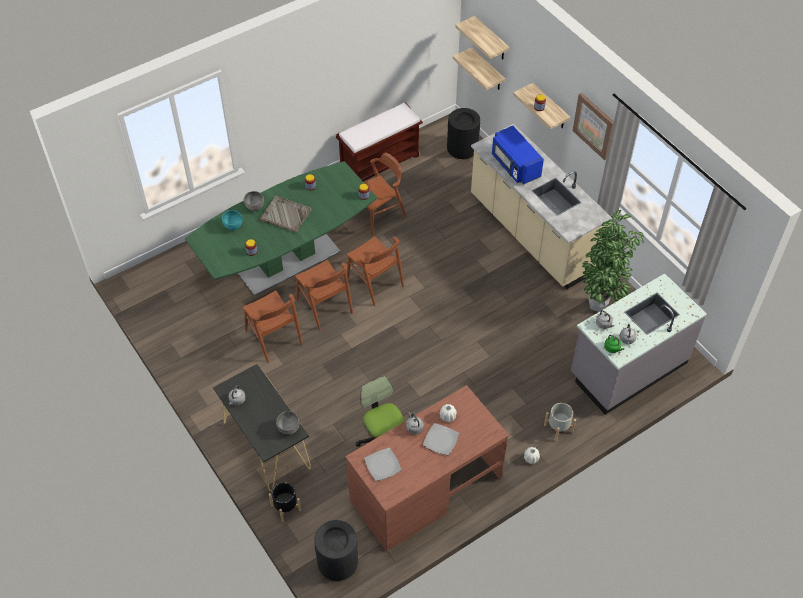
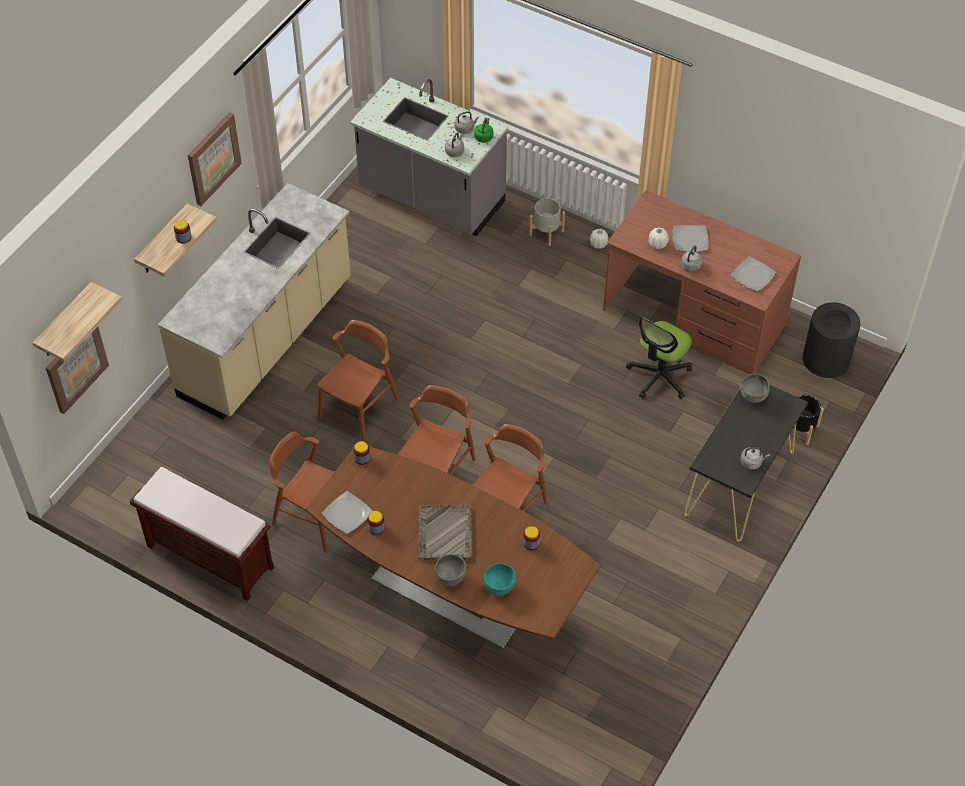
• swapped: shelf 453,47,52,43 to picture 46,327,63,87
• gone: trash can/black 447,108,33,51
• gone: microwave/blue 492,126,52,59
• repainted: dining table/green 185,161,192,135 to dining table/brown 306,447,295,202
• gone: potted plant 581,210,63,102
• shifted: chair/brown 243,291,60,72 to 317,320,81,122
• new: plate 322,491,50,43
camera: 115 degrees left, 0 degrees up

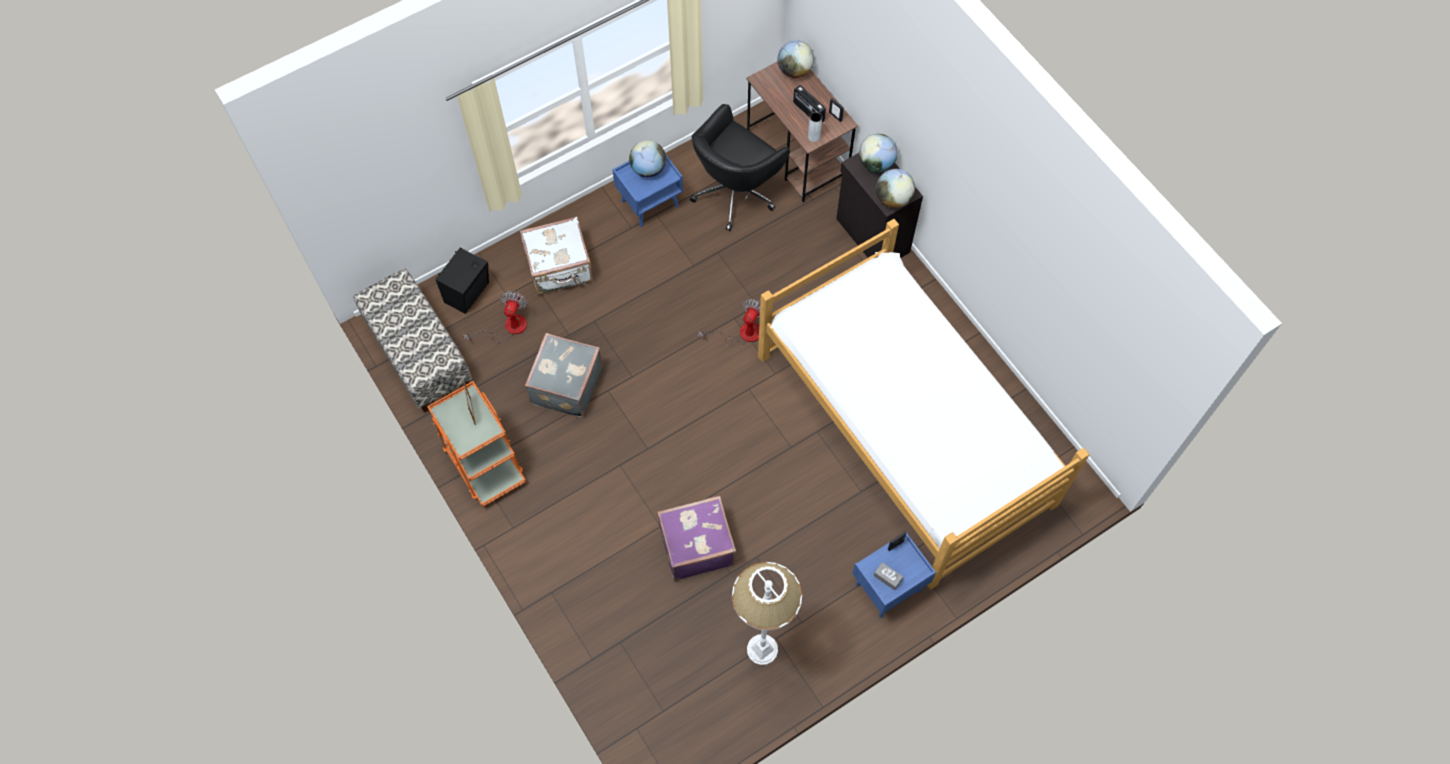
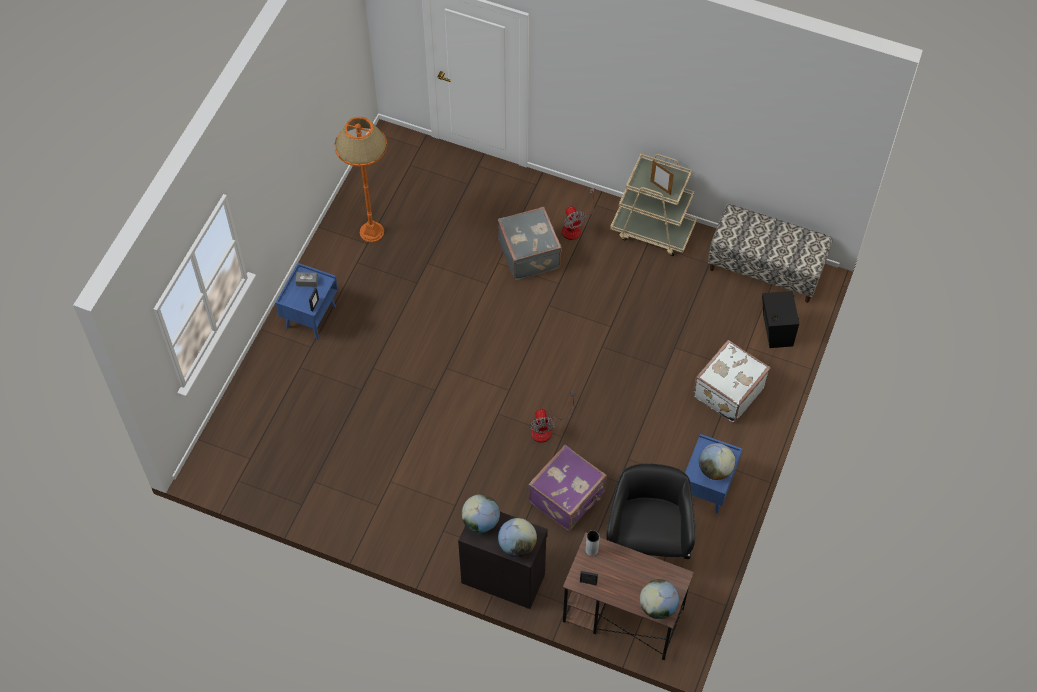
• gone: radio 793,85,33,37
• gone: bed 758,219,332,370
• shifted: fan 463,291,65,52 to 562,188,32,52
• shifted: suitcase/grey 525,333,77,85 to 498,207,64,73
• repainted: cart/orange 427,381,99,126 to cart/beige 610,154,87,102
• shifted: suitcase/purple 657,496,79,85 to 528,445,79,86
• repainted: floor lamp/white 732,562,70,103 to floor lamp/orange 334,117,53,125
camera: 145 degrees right, 5 degrees down

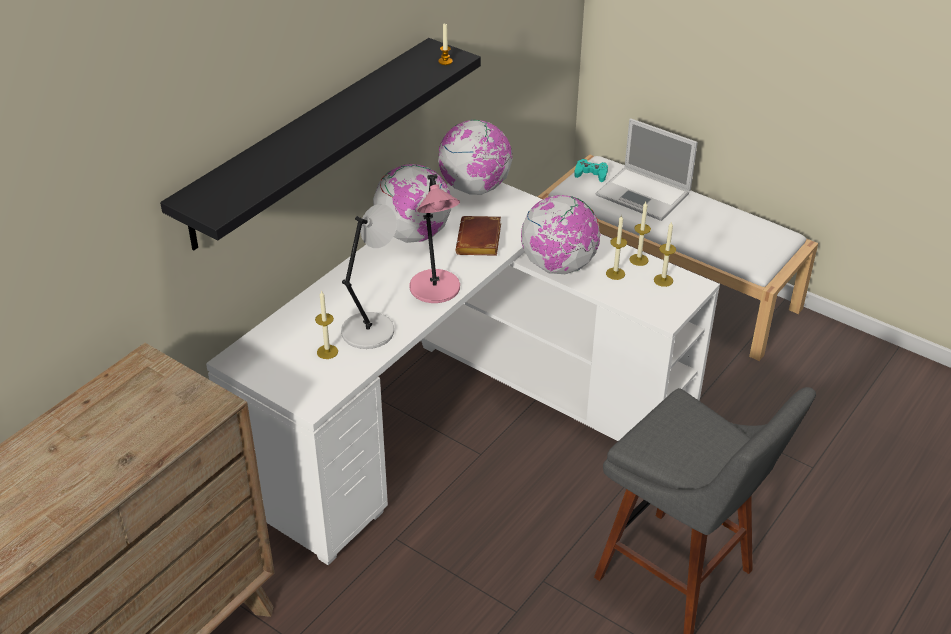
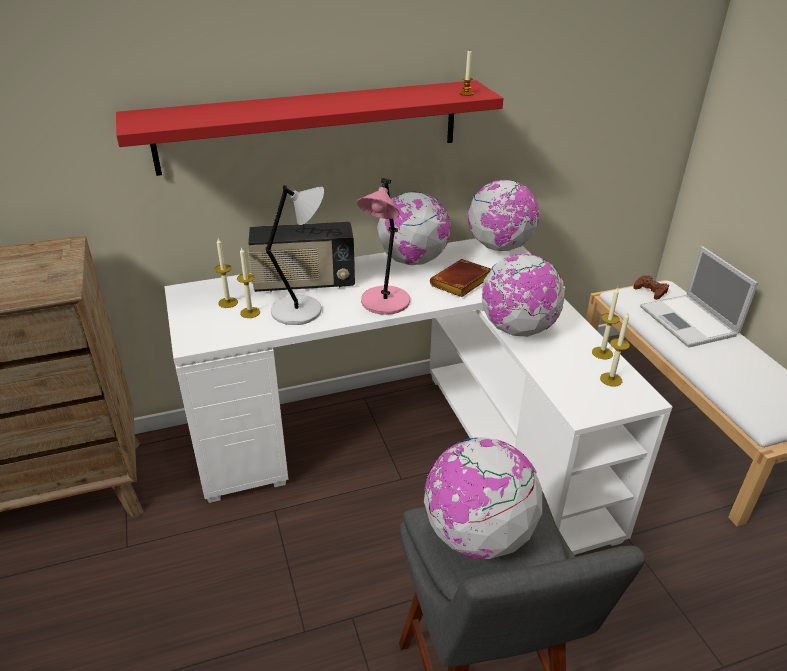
• repainted: shelf/black 160,38,321,212 to shelf/red 116,80,387,96
• repainted: game controller/turquoise 574,159,34,23 to game controller/brown 633,275,36,25
• shifted: candle 606,215,21,65 to 214,238,24,70
• new: radio 248,222,107,70
• new: globe 424,437,118,122
camera: 35 degrees right, 5 degrees down

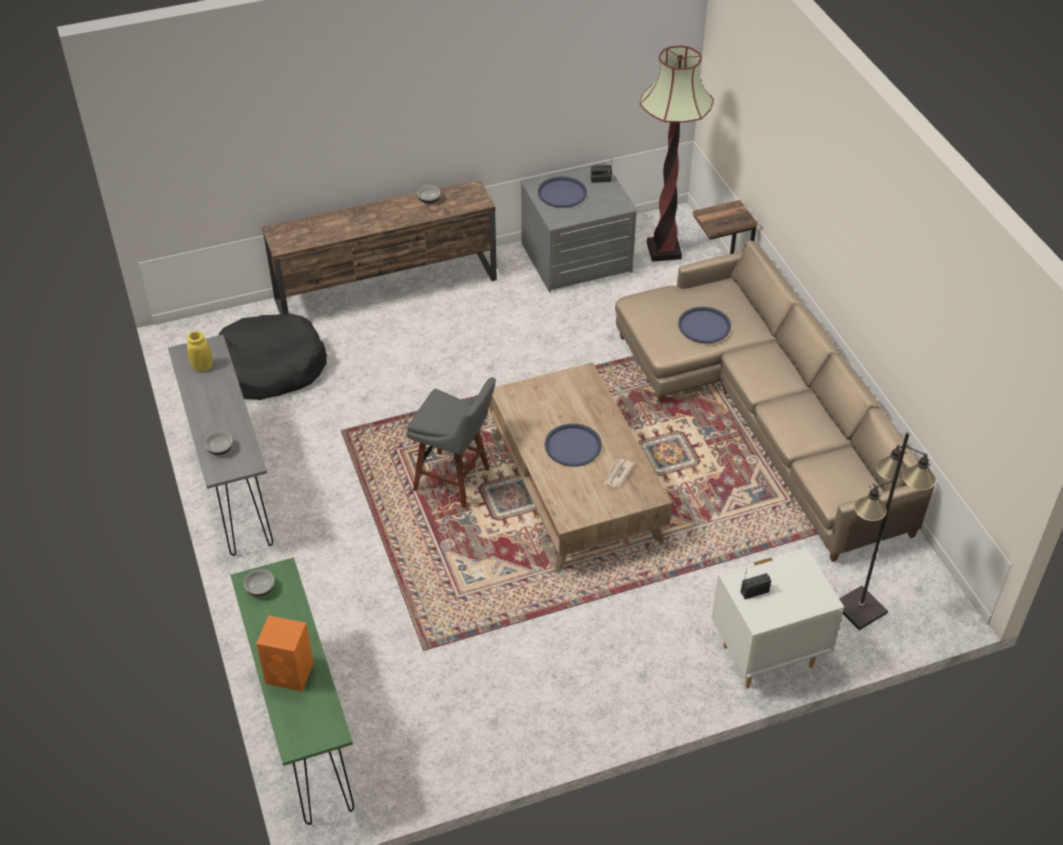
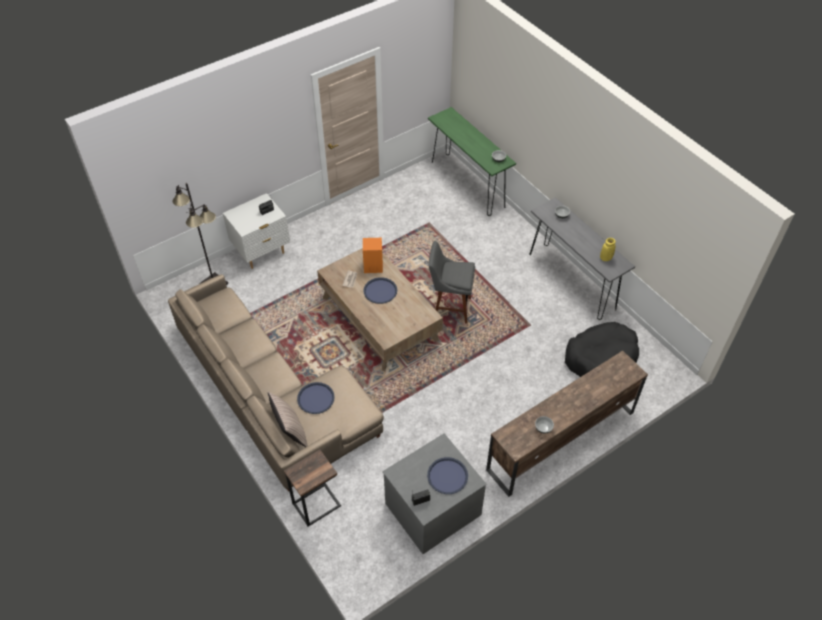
• gone: floor lamp 640,46,73,216
• shifted: speaker/orange 256,615,58,76 to 363,238,20,35
• new: pillow 268,391,40,56
camera: 165 degrees right, 5 degrees up

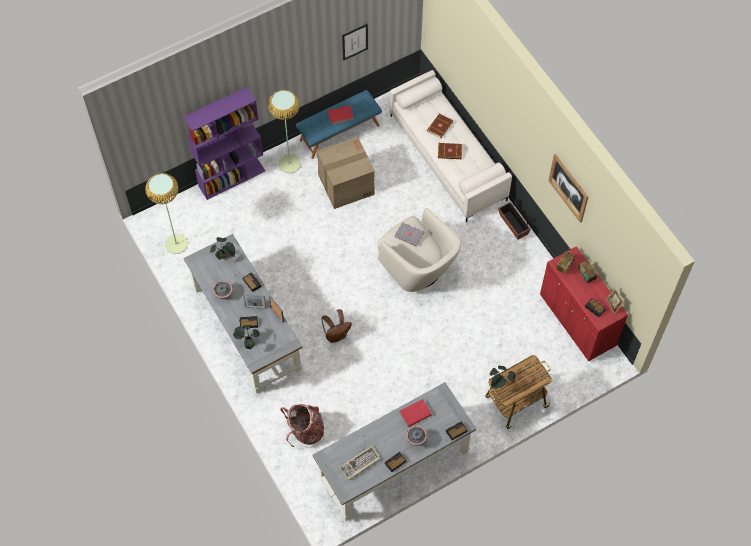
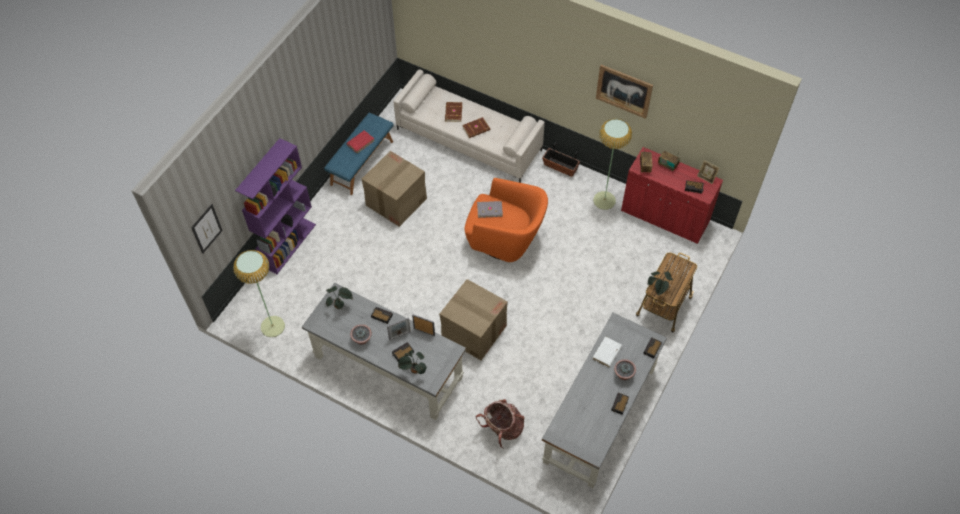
• shifted: picture 342,23,26,38 to 191,204,32,50
• shifted: floor lamp 268,90,33,83 to 593,119,39,91
• repainted: armchair/beige 377,208,84,84 to armchair/orange 465,178,83,84
• swapped: backpack/brown 321,309,31,34 to cardboard box 439,279,69,81
• repainted: book/red 400,399,32,28 to book/white 593,336,29,31
• gone: keyboard 339,446,41,34
camera: 30 degrees left, 5 degrees down

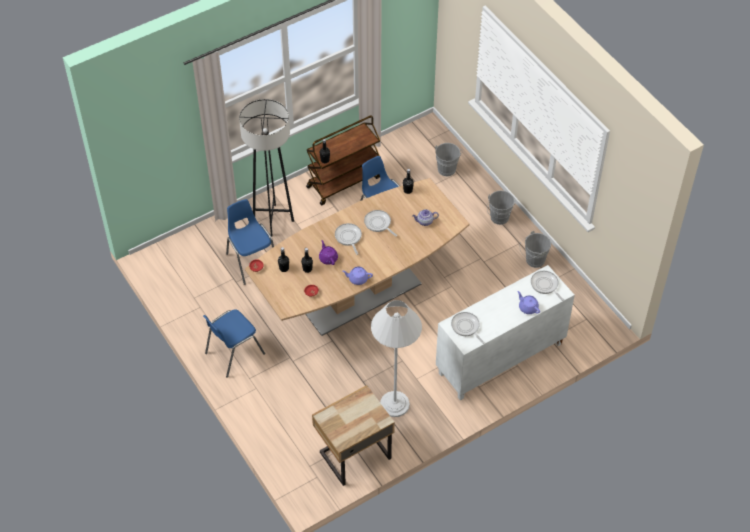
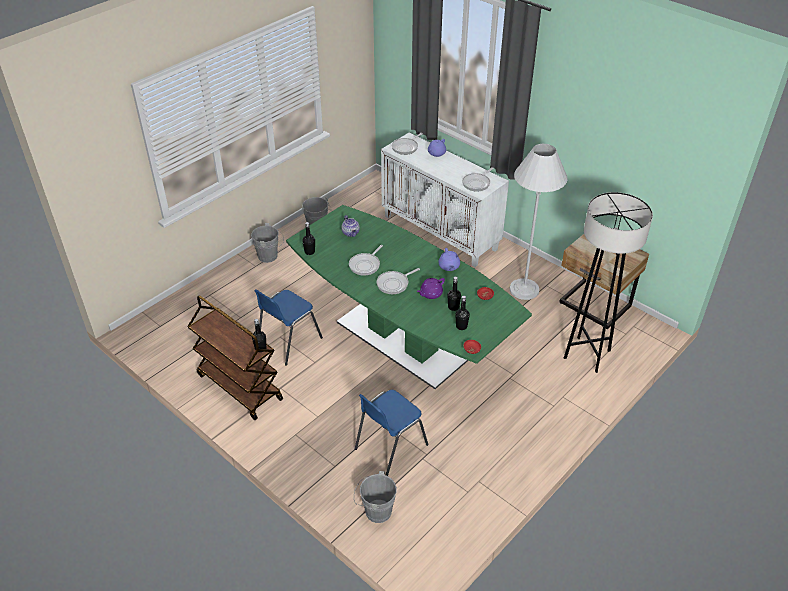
• shifted: floor lamp/grey 239,99,55,138 to 564,192,89,181
• shifted: bucket/grey 435,143,28,33 to 354,471,43,52
• repainted: dining table/brown 245,178,224,158 to dining table/green 286,205,246,184
• gone: chair/blue 203,309,62,69
camera: 105 degrees left, 10 degrees down

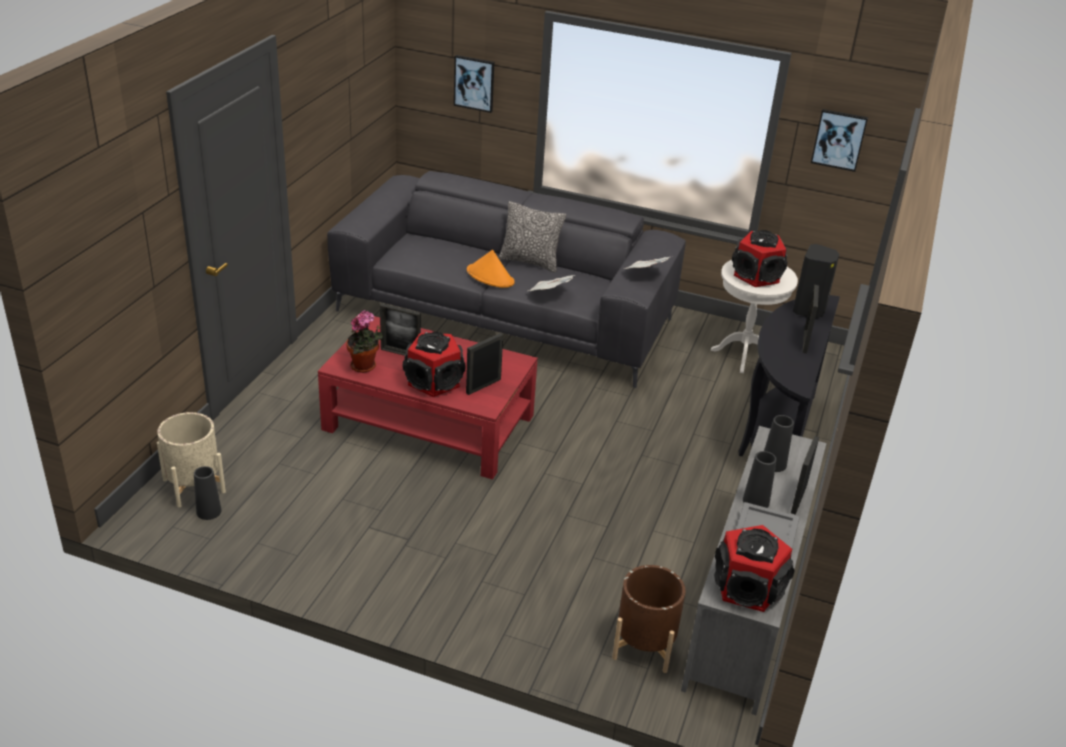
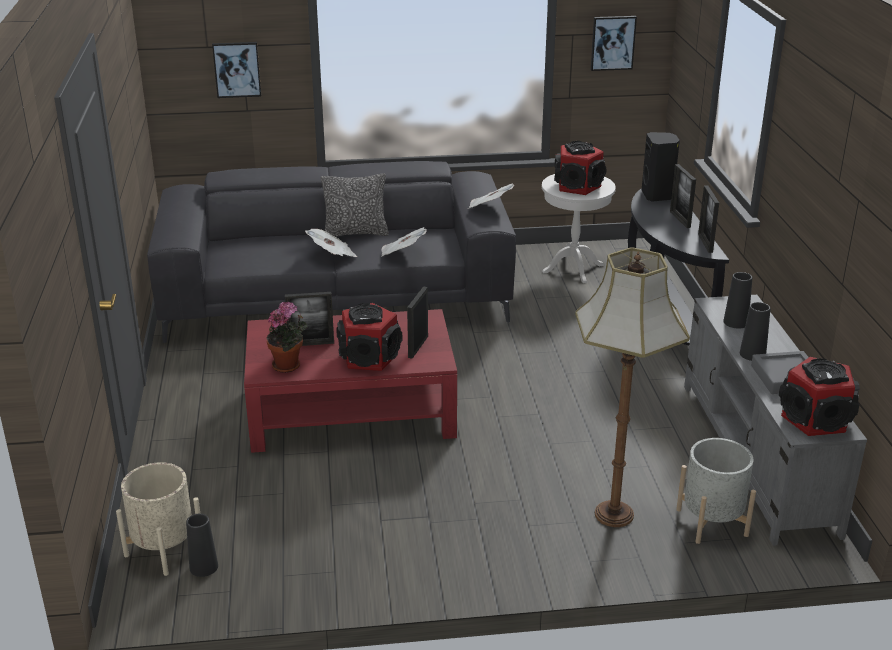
• swapped: hat/orange 467,250,47,38 to newspaper 305,229,52,28
• shifted: picture frame 791,436,28,79 to 698,186,21,67
• repainted: planter/brown 612,565,74,108 to planter/grey 676,438,80,106
• new: floor lamp 575,247,115,280
camera: 25 degrees left, 5 degrees down

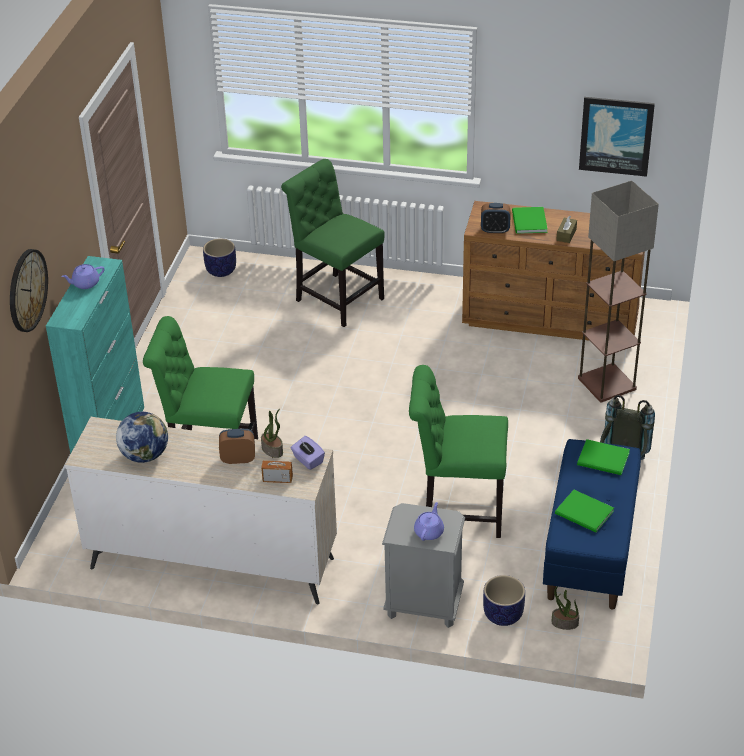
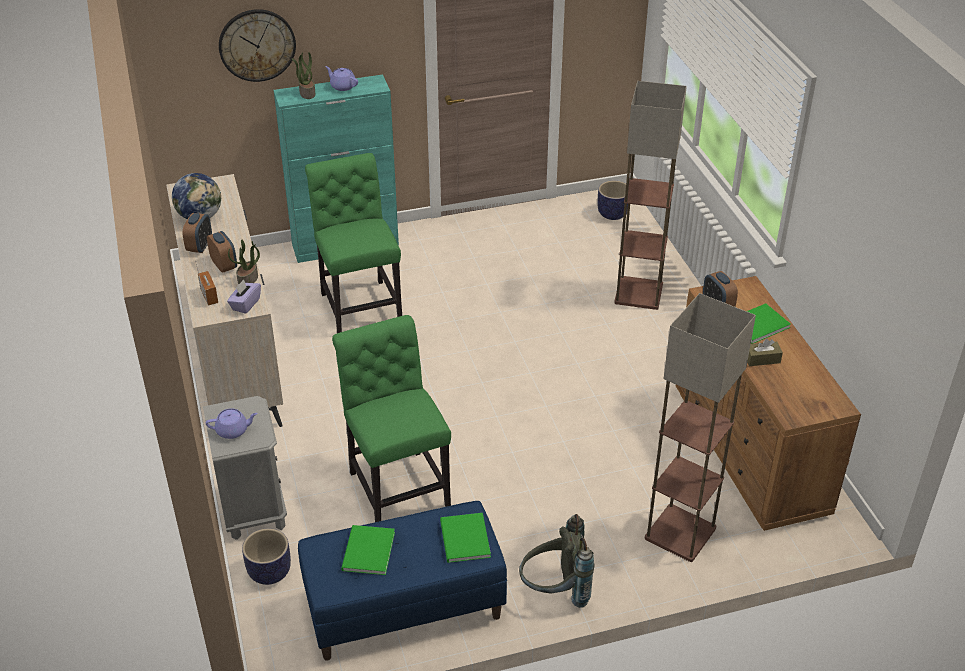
• gone: picture 579,97,76,80
• swapped: chair/green 281,159,103,168 to floor lamp 614,81,73,229
• shifted: potted plant 551,587,28,43 to 292,52,24,47
• new: alarm clock 182,213,30,40
camera: 60 degrees right, 0 degrees up

